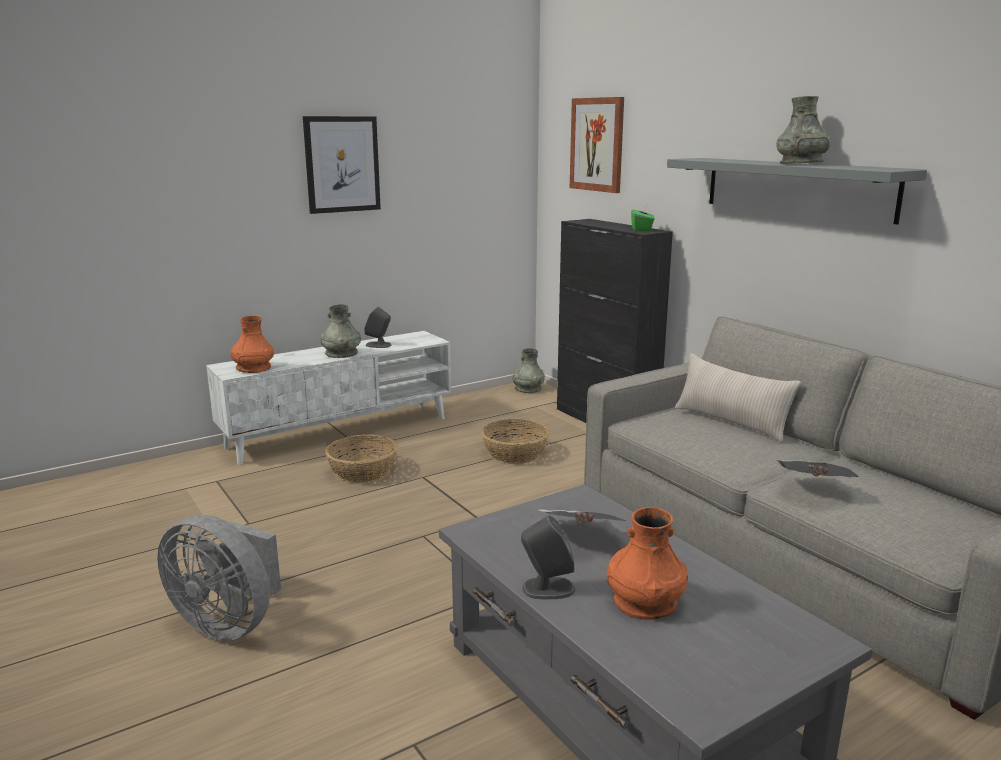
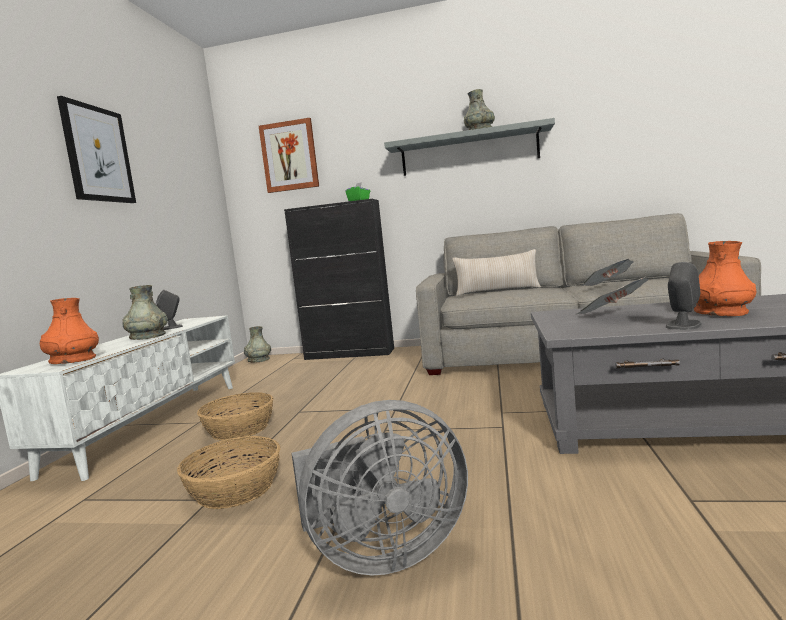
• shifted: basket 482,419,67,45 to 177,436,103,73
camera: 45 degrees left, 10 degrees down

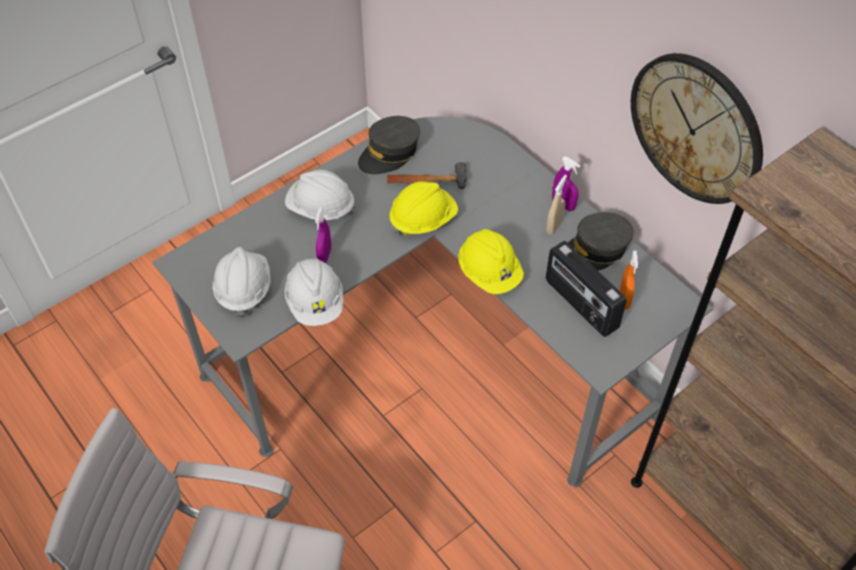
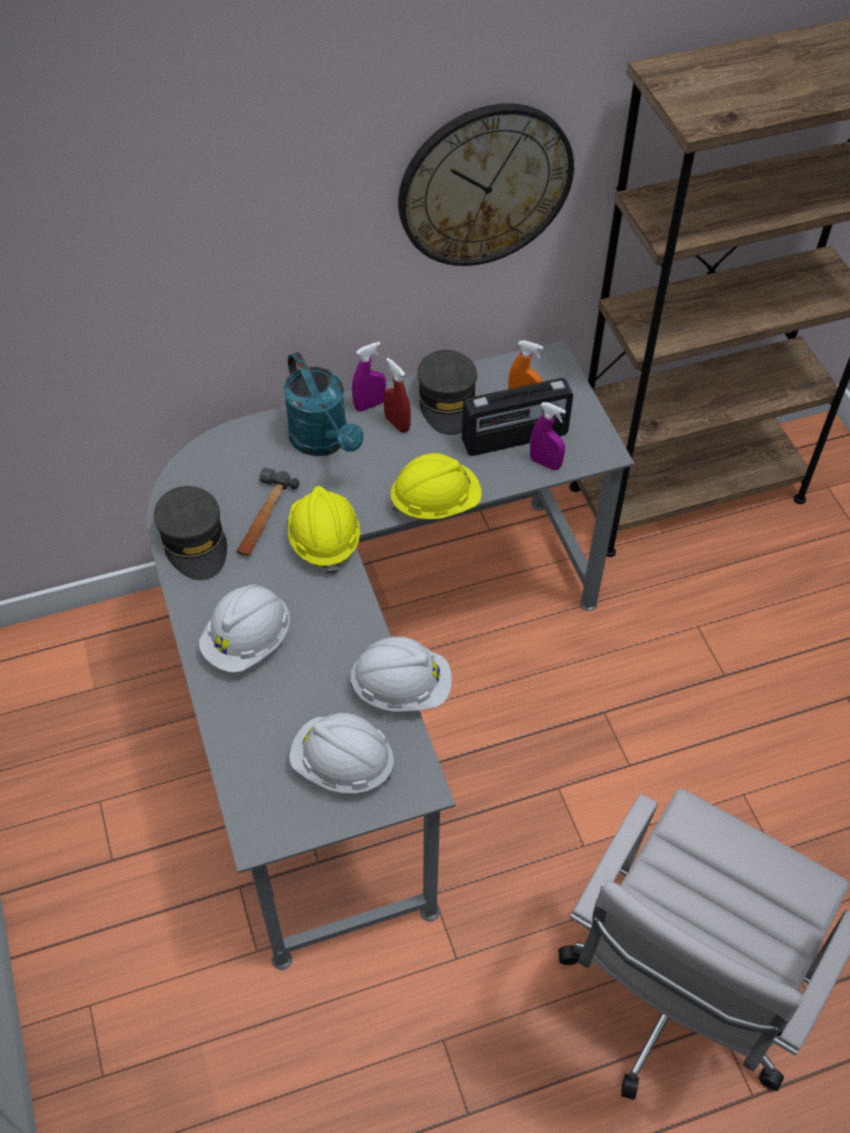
• repainted: spray bottle/beige 546,175,21,60 to spray bottle/red 383,358,28,75
• shifted: spray bottle/purple 315,207,16,57 to 530,402,36,68
• new: watering can/turquoise 283,352,81,104
camera: 70 degrees left, 0 degrees up

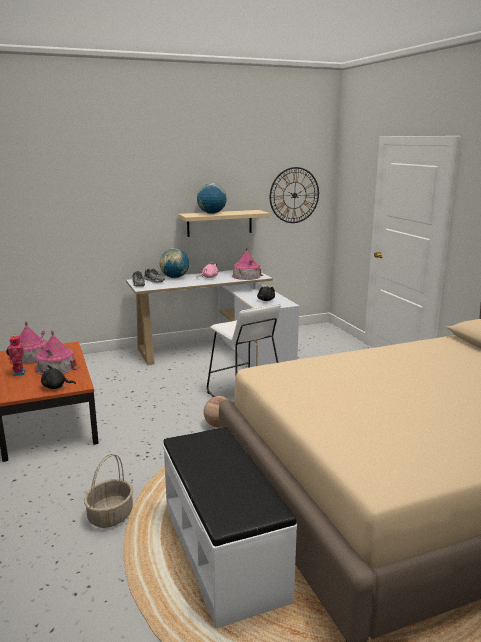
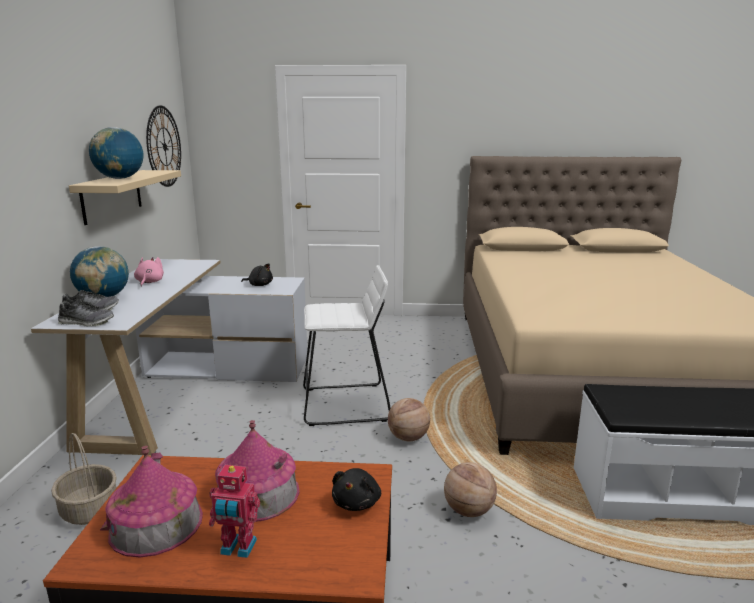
• gone: toy house 232,247,31,33
• shifted: basket 84,454,49,74 to 51,433,66,92
• new: basketball 444,462,53,55
camera: 65 degrees left, 0 degrees up

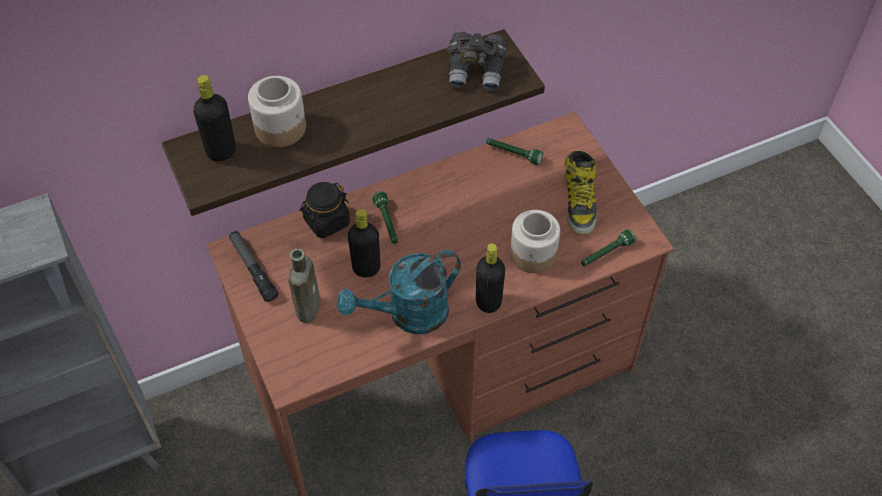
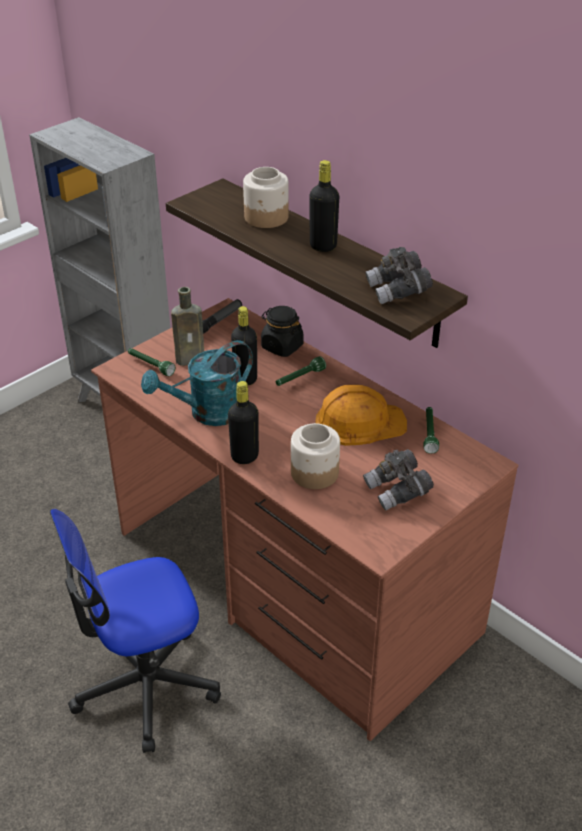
• shifted: bottle/black 193,75,43,86 to 310,160,29,92
• swapped: boot 564,151,33,84 to binoculars/grey 363,449,71,62
• shifted: flashlight/green 581,229,55,37 to 128,348,47,28
• rotated: watering can/turquoise 337,250,124,84 = 141,340,112,86 75 degrees counterclockwise
• new: hard hat/orange 315,385,92,61
camera: 70 degrees right, 15 degrees down

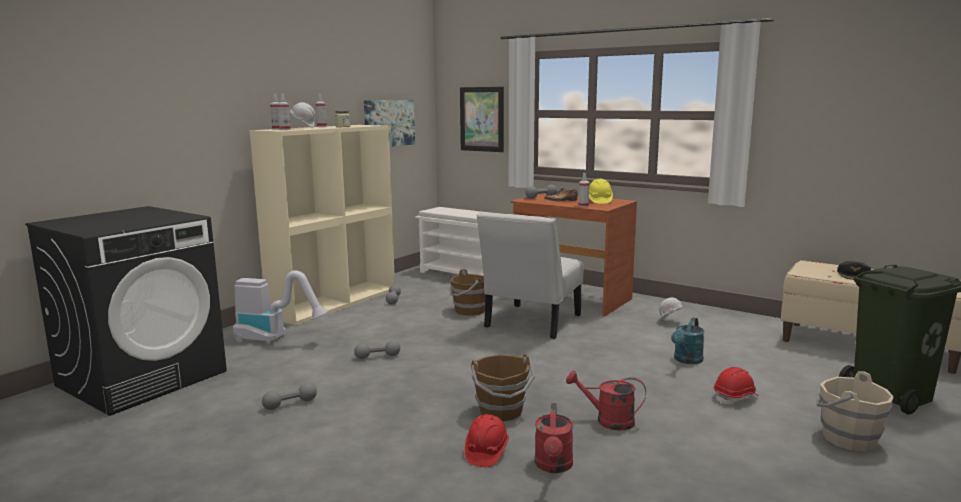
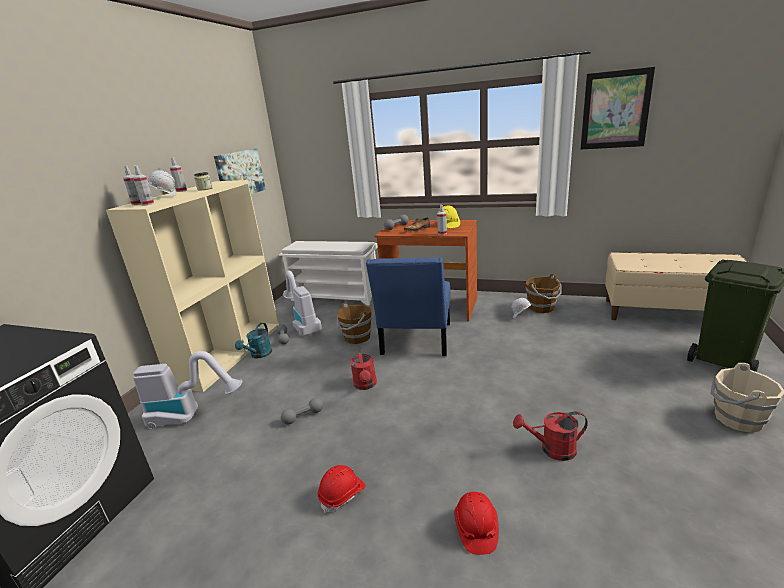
• shifted: picture 460,87,44,65 to 580,67,75,82
• repainted: chair/white 477,212,106,127 to chair/blue 366,257,84,99
• gone: cap/black 837,261,34,19
• shifted: watering can/turquoise 671,317,33,47 to 235,323,37,36
• shifted: bucket/brown 471,354,64,67 to 525,274,37,39
• shifted: hard hat/red 714,367,43,38 to 318,465,47,48
• gone: dumbbell/grey 262,383,55,27
• shifted: watering can/red 535,403,38,70 to 350,348,27,42
• new: vacuum cleaner 283,270,39,67
camera: 15 degrees left, 10 degrees up

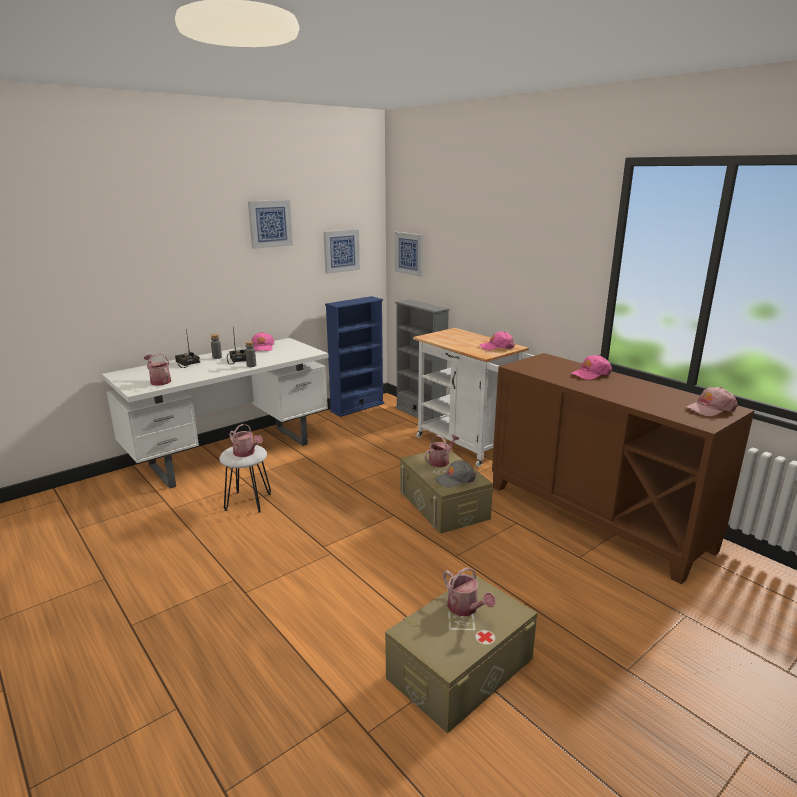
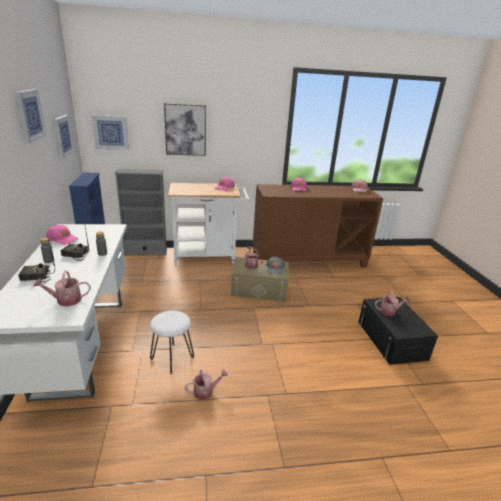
• shifted: watering can 229,424,34,33 to 185,369,43,31
• repainted: storage box/beige 385,574,152,160 to storage box/black 359,297,79,68
• new: picture 164,103,42,53
camera: 60 degrees left, 5 degrees up

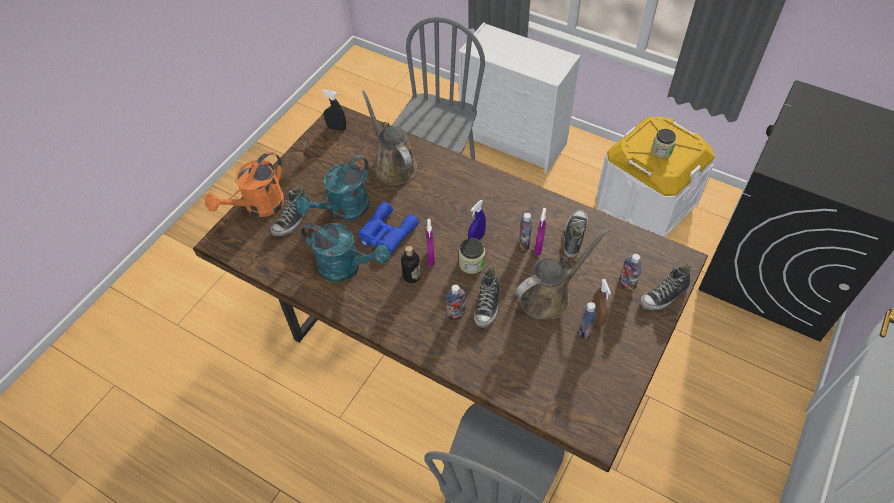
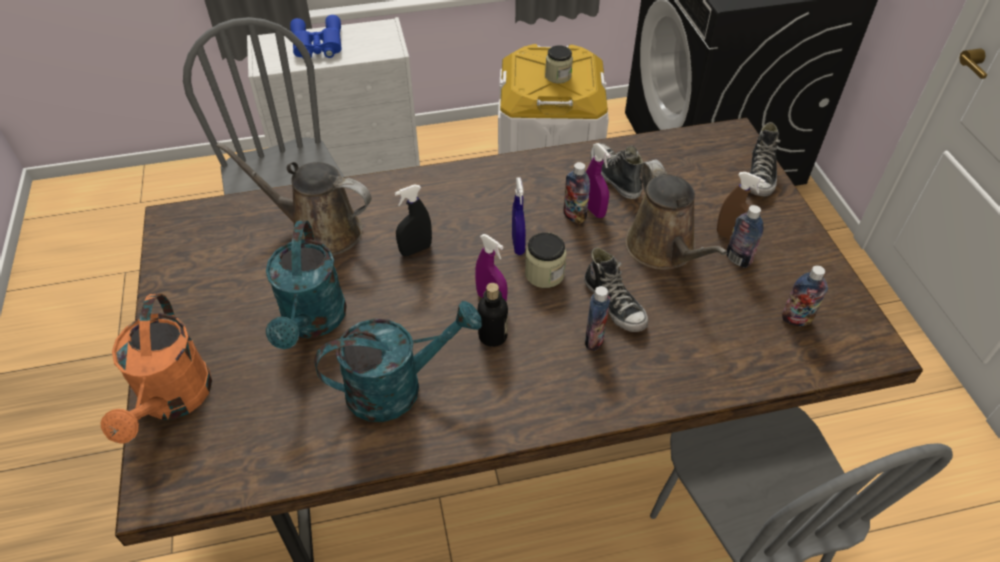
• shifted: spray bottle/black 321,90,25,41 to 395,185,37,71
• gone: shoe 270,185,41,52
• shifted: binoculars/blue 358,202,61,51 to 290,15,52,43
• rotated: watering can/brown 515,229,95,90 = 625,160,102,110 150 degrees clockwise
• shifted: bottle 619,254,23,37 to 782,265,46,61
camera: 45 degrees left, 5 degrees down

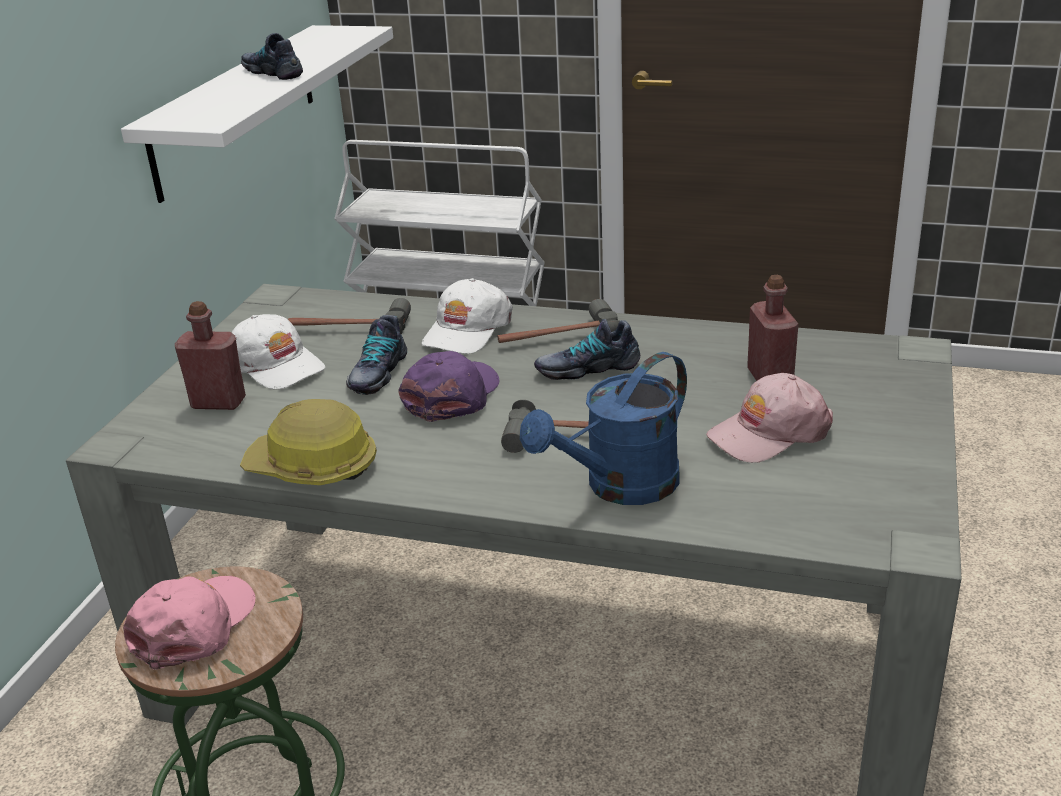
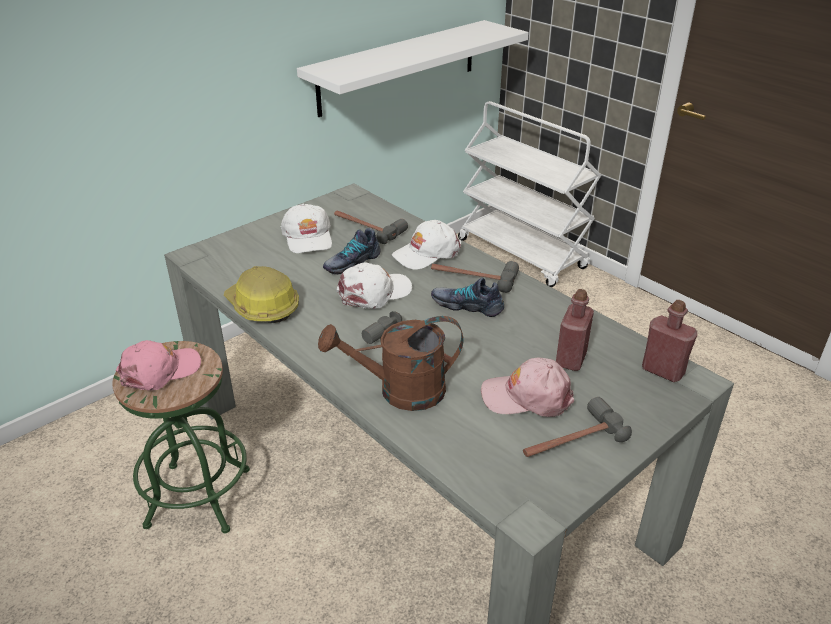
• gone: shoe 241,33,62,47
• shifted: bottle/red 175,301,71,109 to 642,300,55,82
• repainted: cap/purple 399,351,101,71 to cap/white 336,262,76,47
• repainted: watering can/blue 520,352,167,153 to watering can/brown 318,316,146,95
• new: hammer 523,397,109,60
camera: 30 degrees right, 5 degrees up

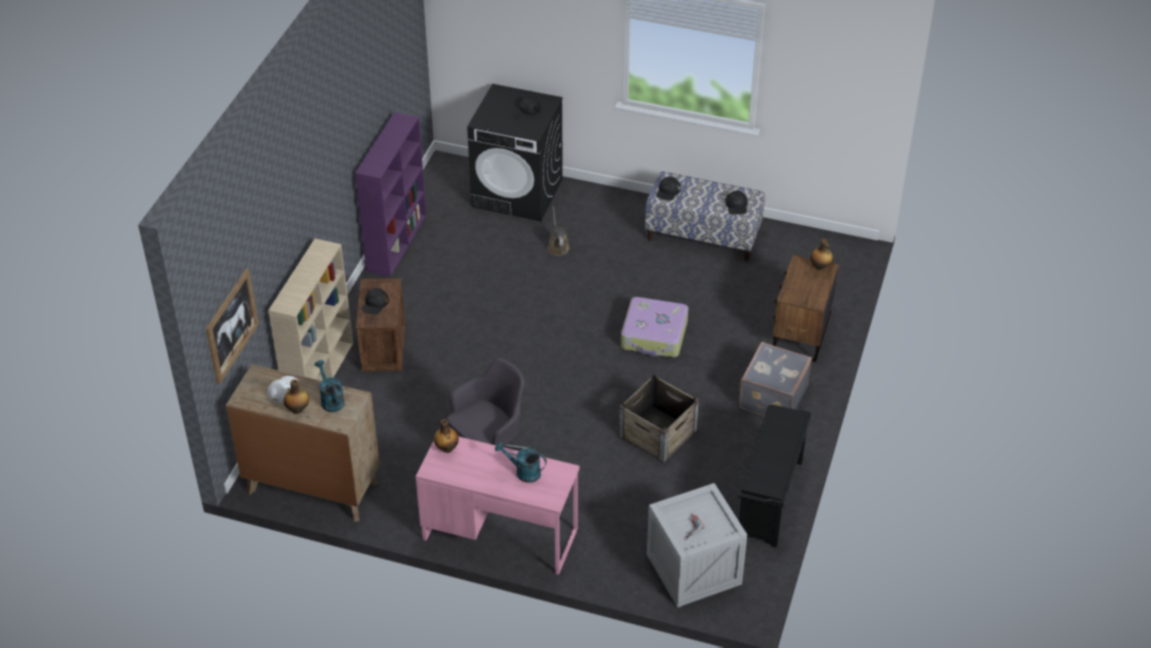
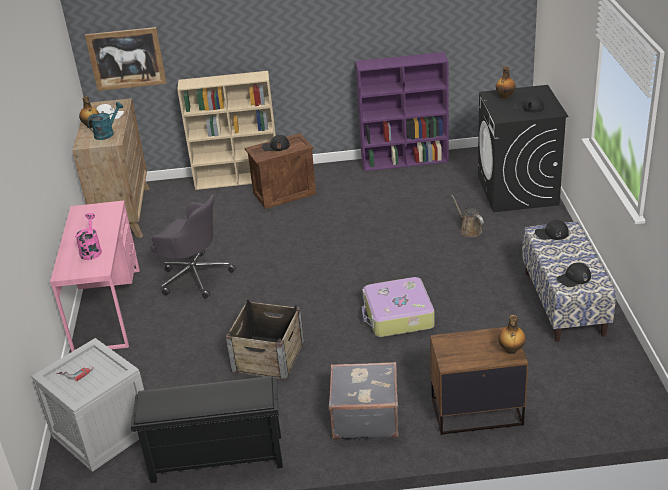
• rotated: watering can/brown 547,206,23,50 = 451,195,33,42 90 degrees counterclockwise
• shifted: bottle 434,419,25,34 to 496,67,20,32
• repainted: watering can/turquoise 495,442,52,41 to watering can/pink 75,213,27,47
camera: 70 degrees right, 10 degrees down

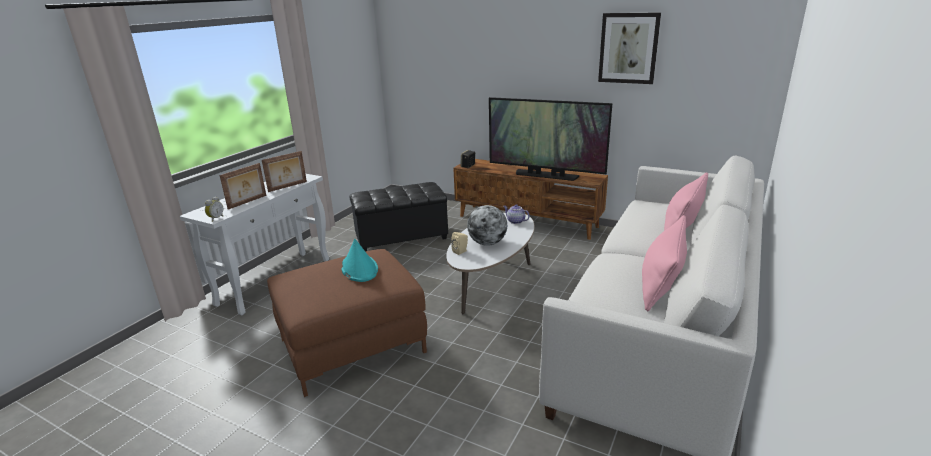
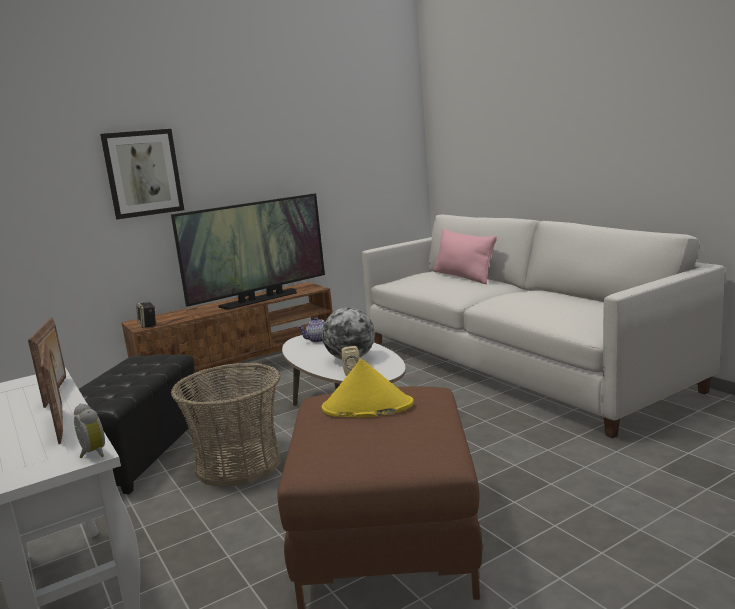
• shifted: picture 598,12,63,72 to 100,129,84,90
• gone: pillow/pink 642,215,45,96
• repainted: hat/turquoise 341,239,37,43 to hat/yellow 322,359,92,59
• new: basket 171,363,110,124
camera: 60 degrees left, 10 degrees down

